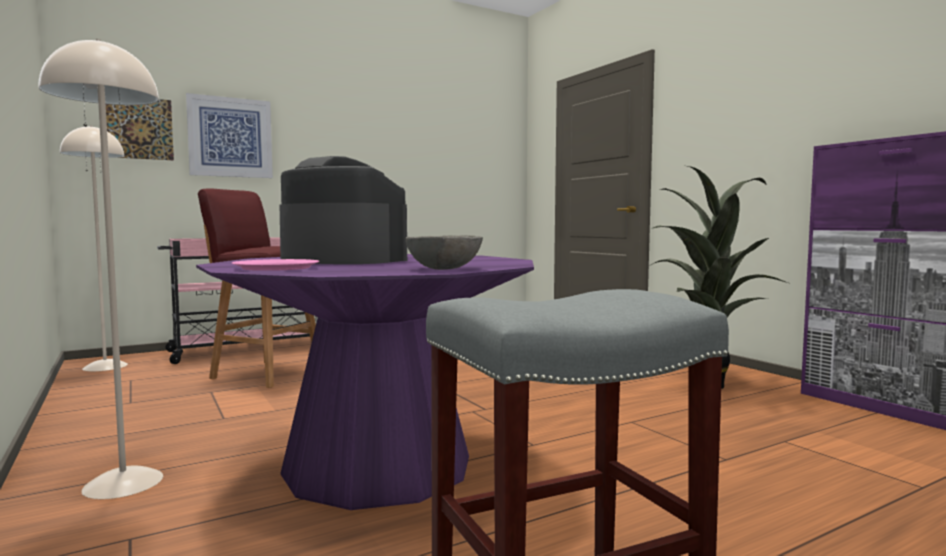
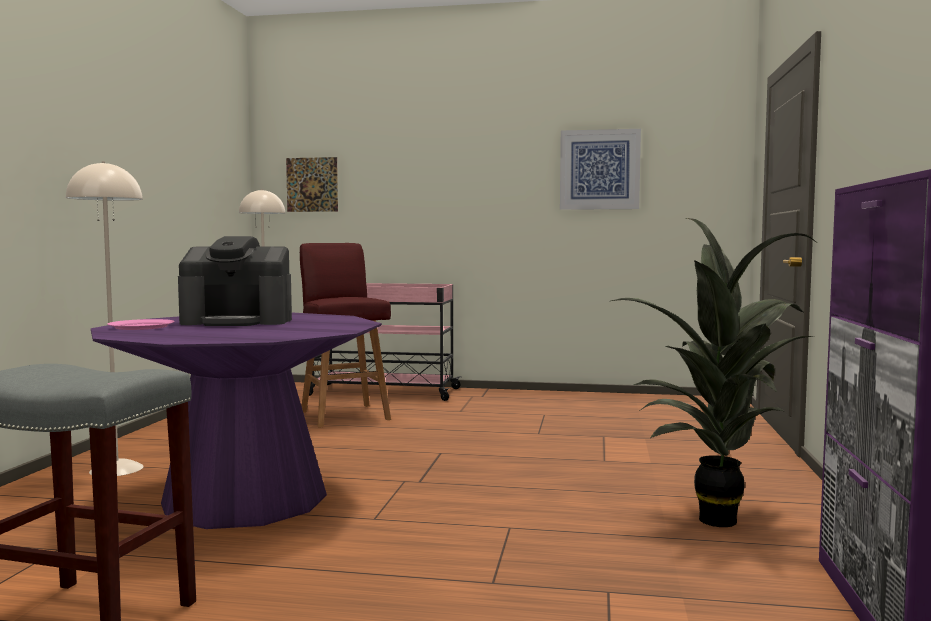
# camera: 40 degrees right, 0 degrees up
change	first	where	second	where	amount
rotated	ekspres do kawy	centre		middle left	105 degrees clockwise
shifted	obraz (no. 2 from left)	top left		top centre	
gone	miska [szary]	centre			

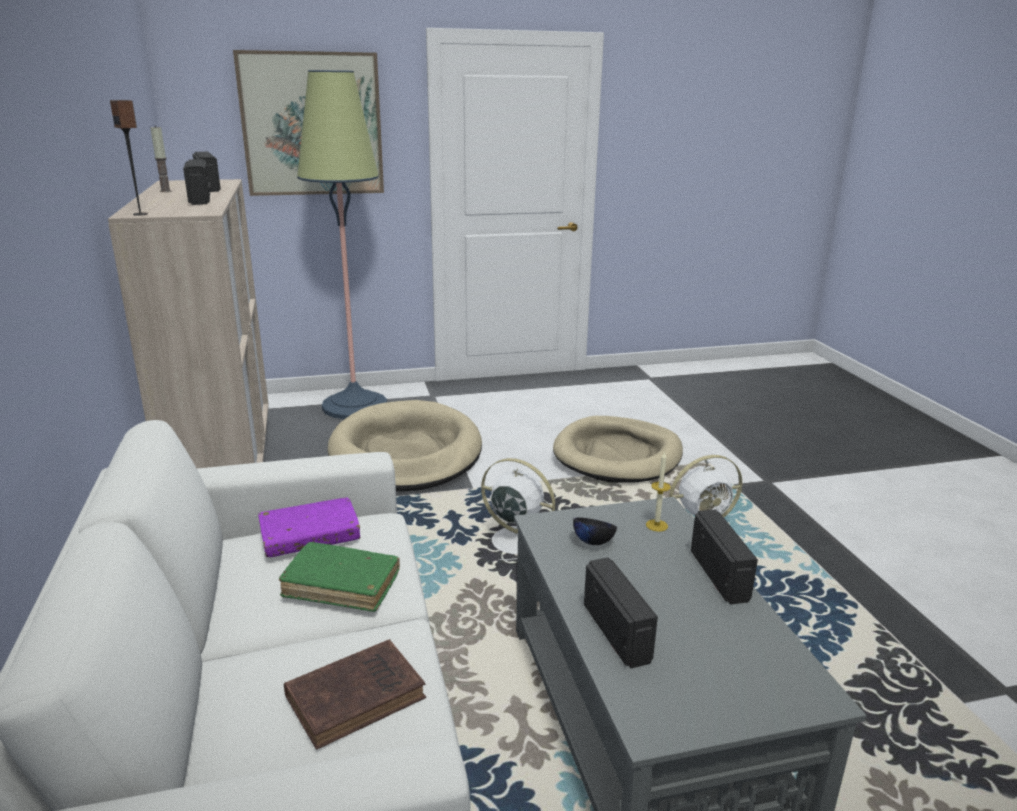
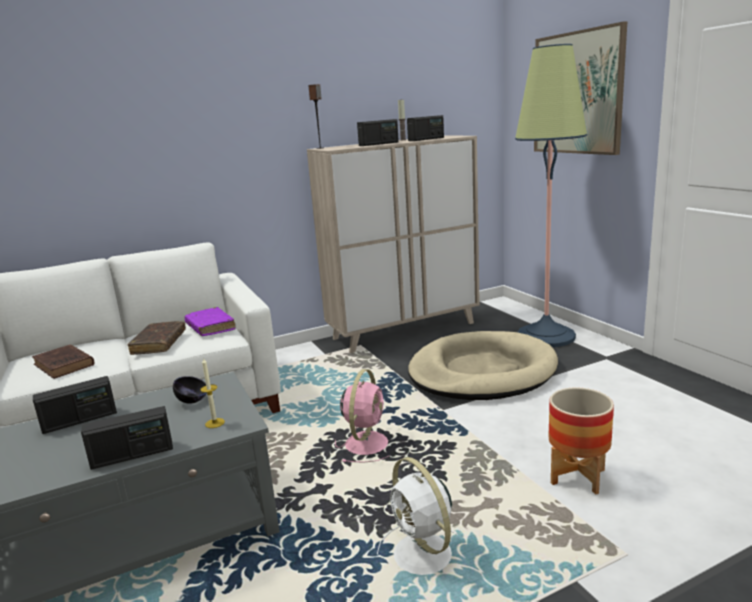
# camera: 80 degrees right, 5 degrees down
change	first	where	second	where	amount
repainted	książka [zielony]	bottom centre	książka [brązowy] (no. 2 from left)	middle left	
repainted	wentylator [biały] (no. 1 from left)	centre	wentylator [różowy]	bottom centre	
swapped	legowisko [beżowy] (no. 2 from left)	centre	donica	bottom right	

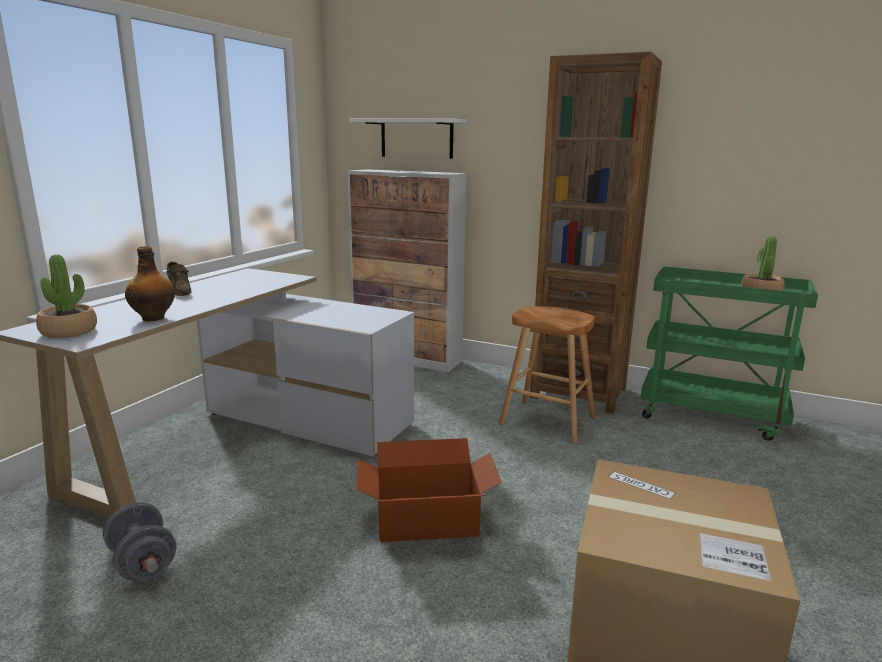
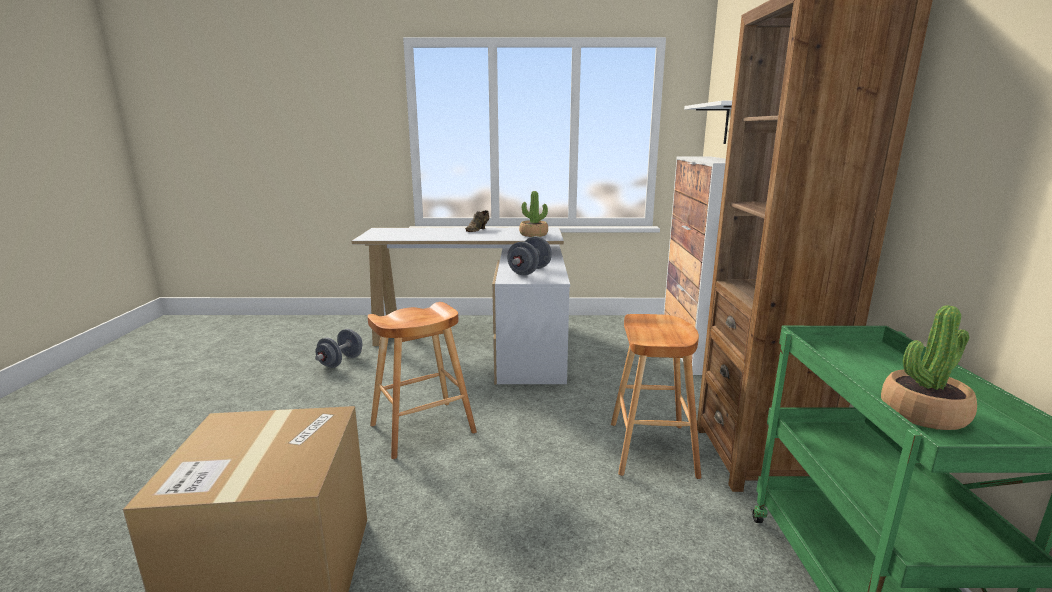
# camera: 65 degrees right, 0 degrees up
change	first	where	second	where	amount
swapped	karton (no. 1 from left)	bottom centre	stołek [brązowy] (no. 1 from left)	centre	
new			hantel [szary] (no. 2 from left)	centre	
shifted	roślina doniczkowa (no. 1 from left)	middle left		centre	
gone	butelka	middle left			

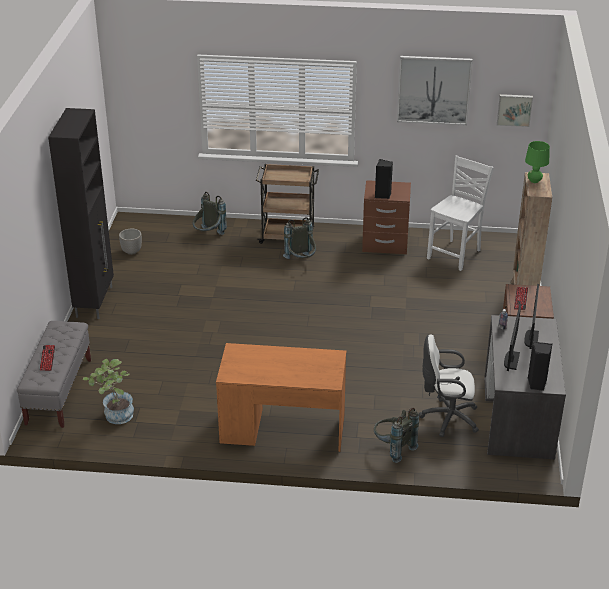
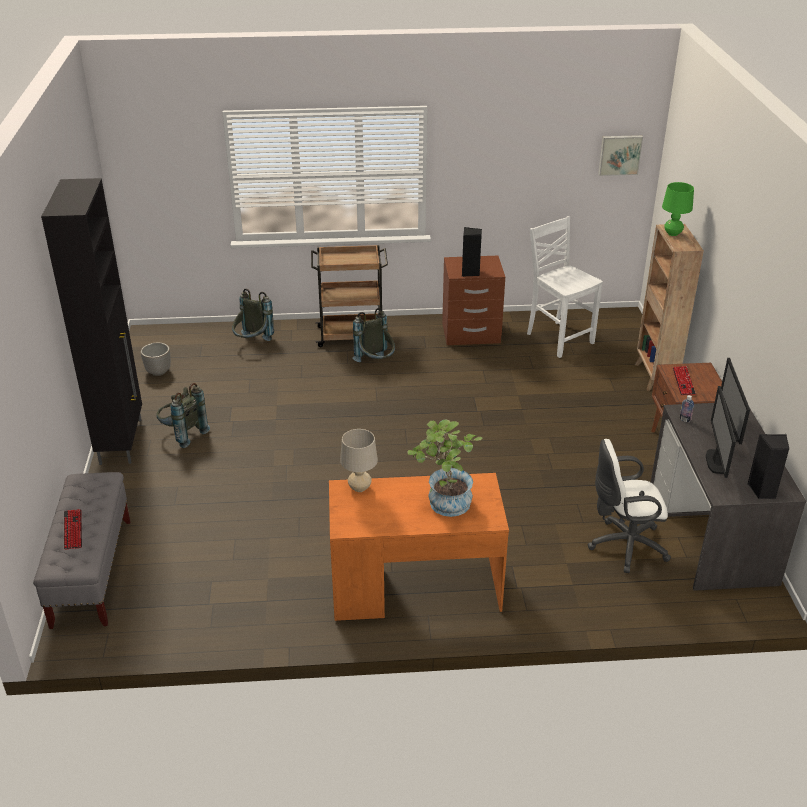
# camera: 10 degrees left, 0 degrees up
change	first	where	second	where	amount
shifted	plecak [szary] (no. 3 from left in the first image)	bottom centre	plecak [szary] (no. 1 from left)	middle left	
new			lampa stołowa [beżowy]	centre	
shifted	roślina doniczkowa	middle left		centre	
rotated	krzesło [biały]	middle right		middle right	60 degrees counterclockwise
gone	obraz (no. 1 from left)	top right			

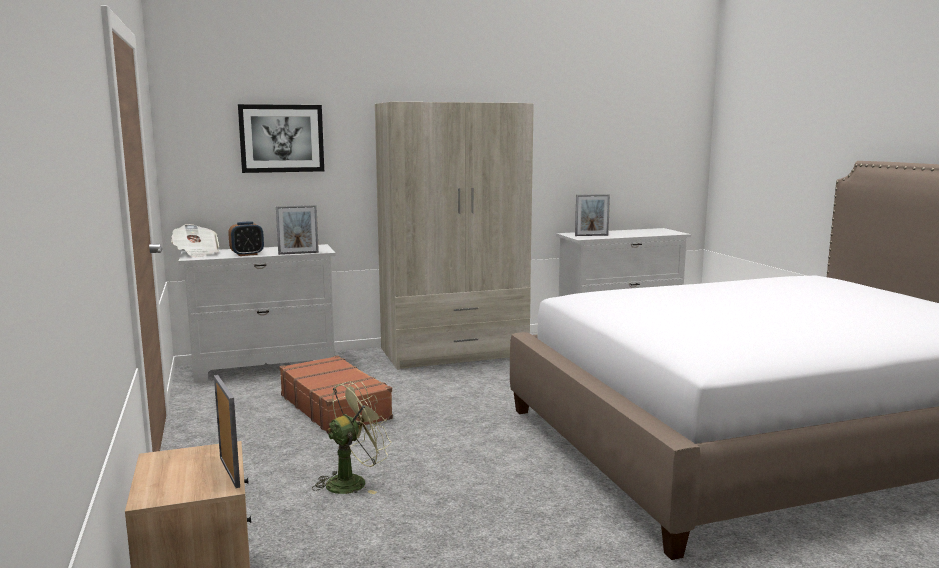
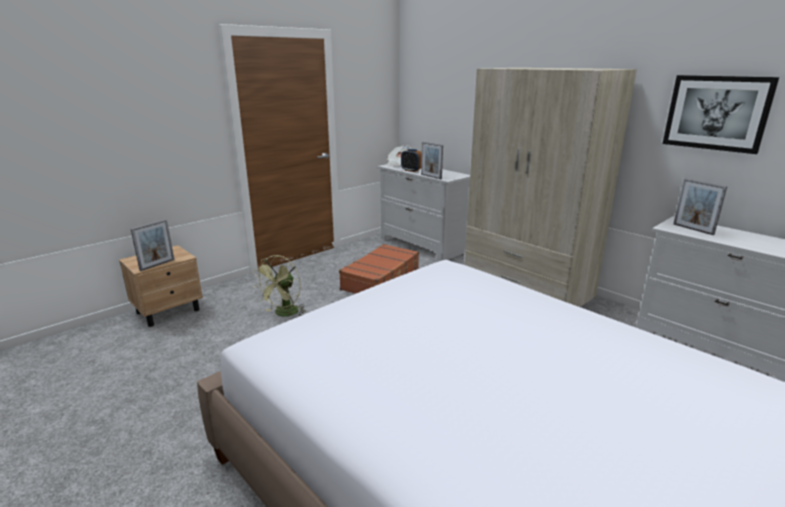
# camera: 65 degrees right, 10 degrees up
change	first	where	second	where	amount
rotated	wentylator [zielony]	bottom centre		centre	90 degrees clockwise
shifted	obraz	top left		top right	

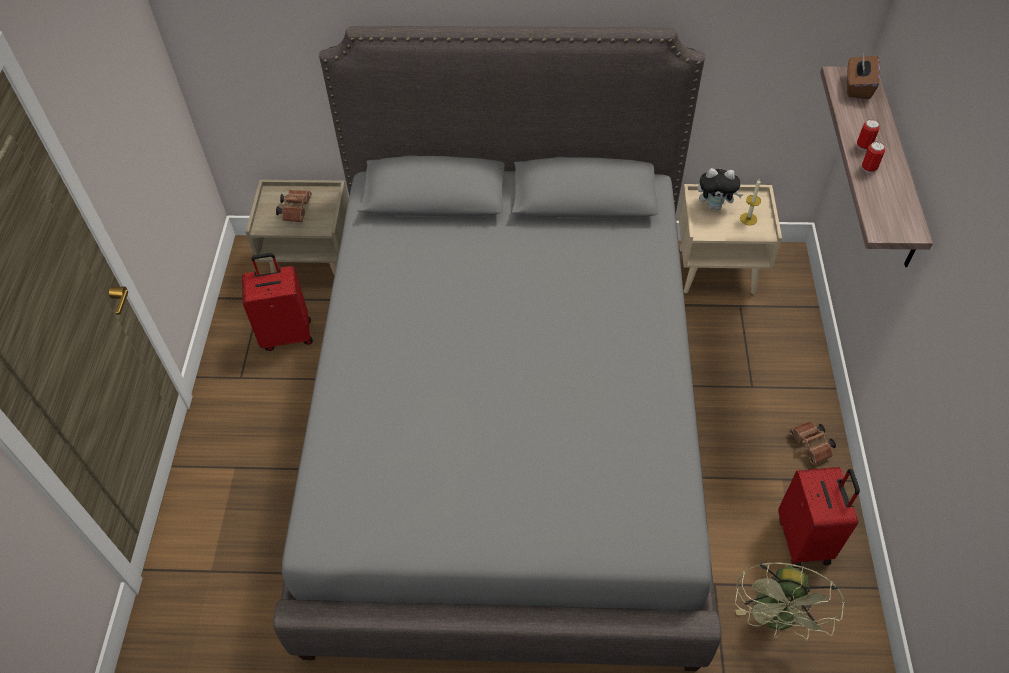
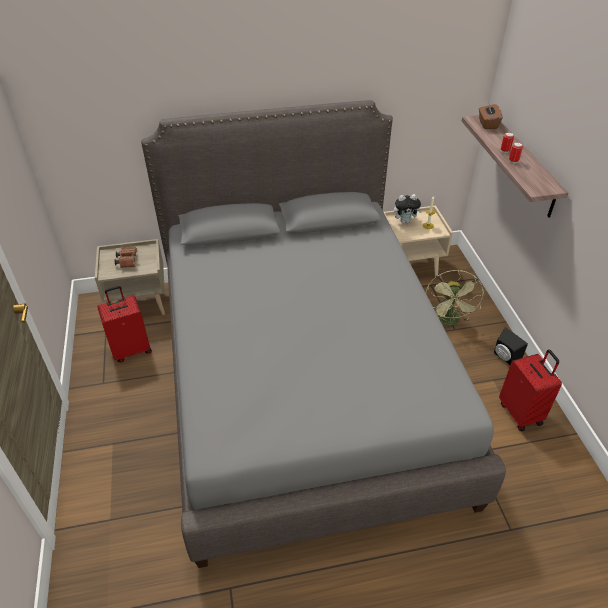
# camera: 15 degrees left, 10 degrees down
change	first	where	second	where	amount
shifted	wentylator [zielony]	bottom right		middle right	
swapped	lornetka [brązowy] (no. 2 from left)	middle right	głośnik [czarny]	middle right	

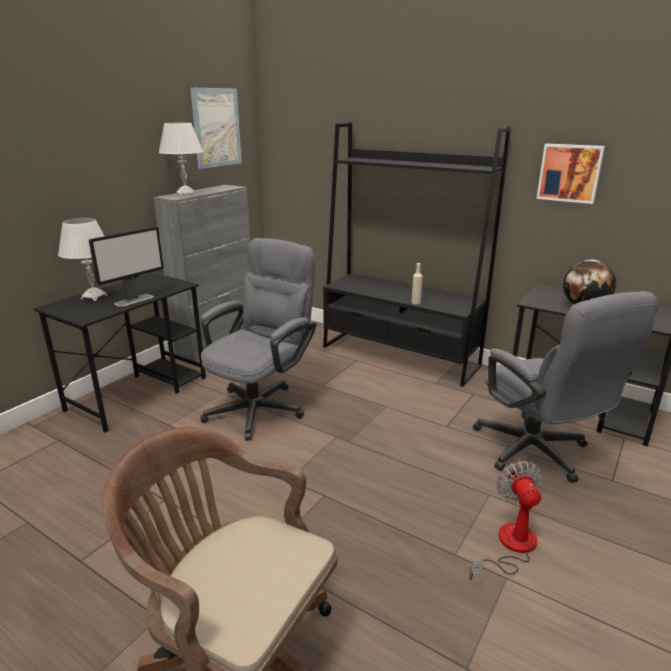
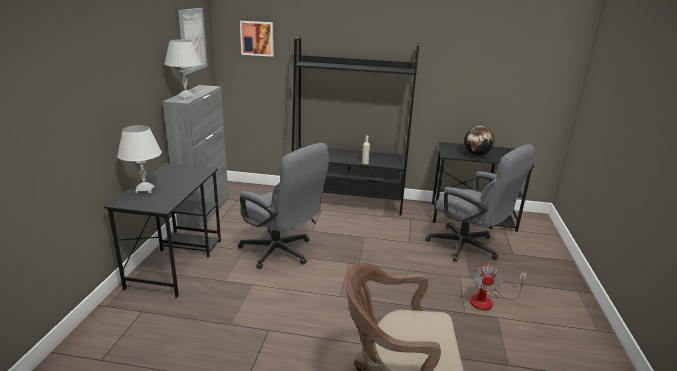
# camera: 25 degrees left, 0 degrees up
change	first	where	second	where	amount
rotated	krzesło biurowe [szary] (no. 1 from left)	centre		centre	120 degrees clockwise
shifted	obraz (no. 2 from left)	top right		top centre	
rotated	wentylator	bottom right		bottom right	135 degrees counterclockwise
gone	monitor	middle left			

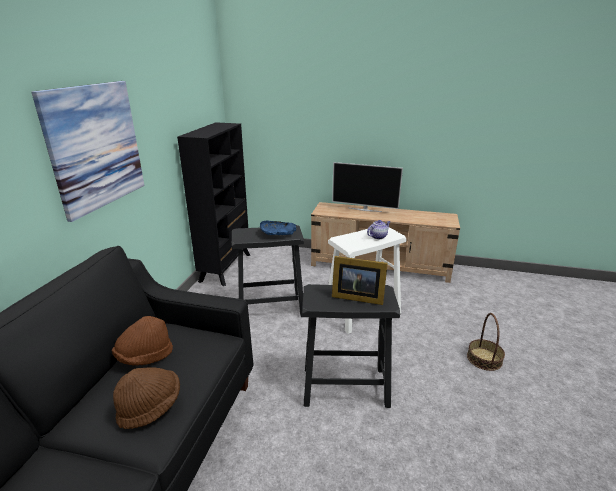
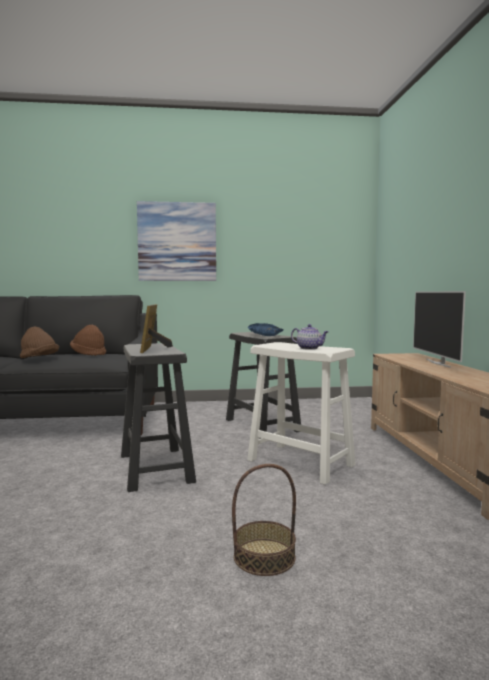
# camera: 70 degrees right, 20 degrees down
change	first	where	second	where	amount
gone	regał [czarny]	centre			

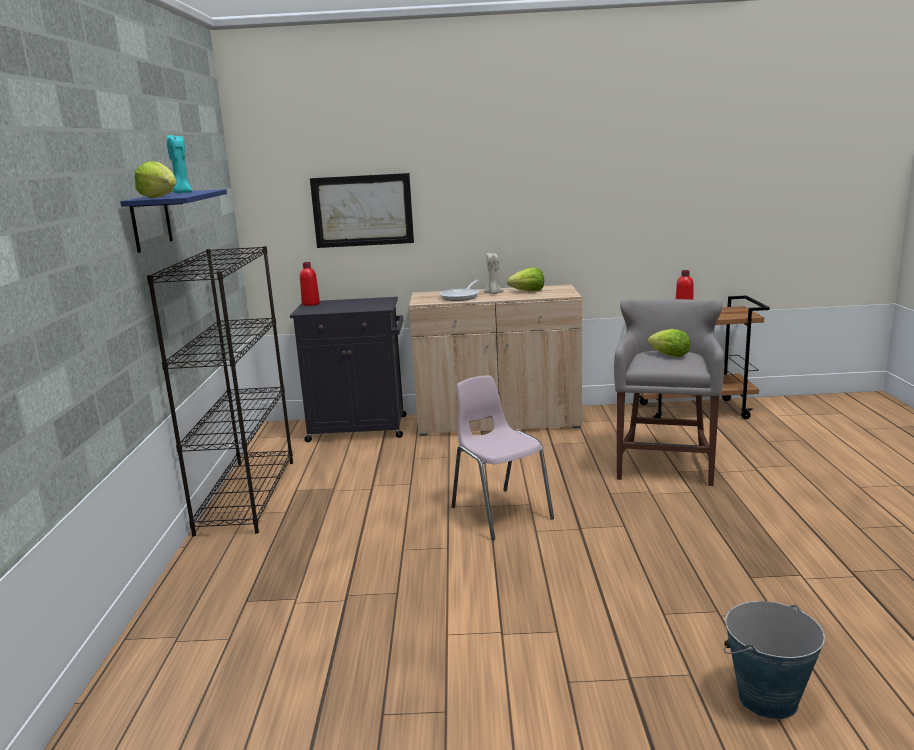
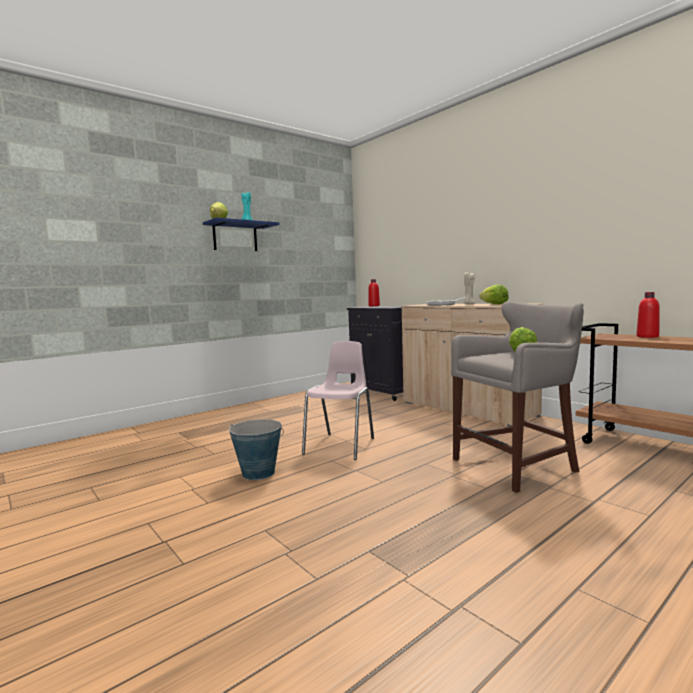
# camera: 50 degrees right, 10 degrees down
change	first	where	second	where	amount
shifted	wiadro	bottom right		centre	
gone	regał [czarny]	middle left			
gone	obraz	top centre			

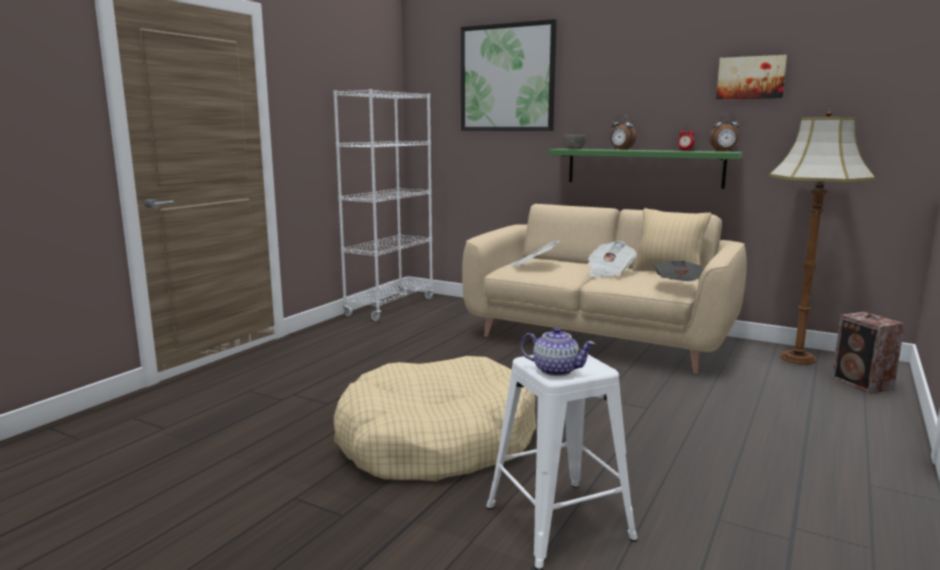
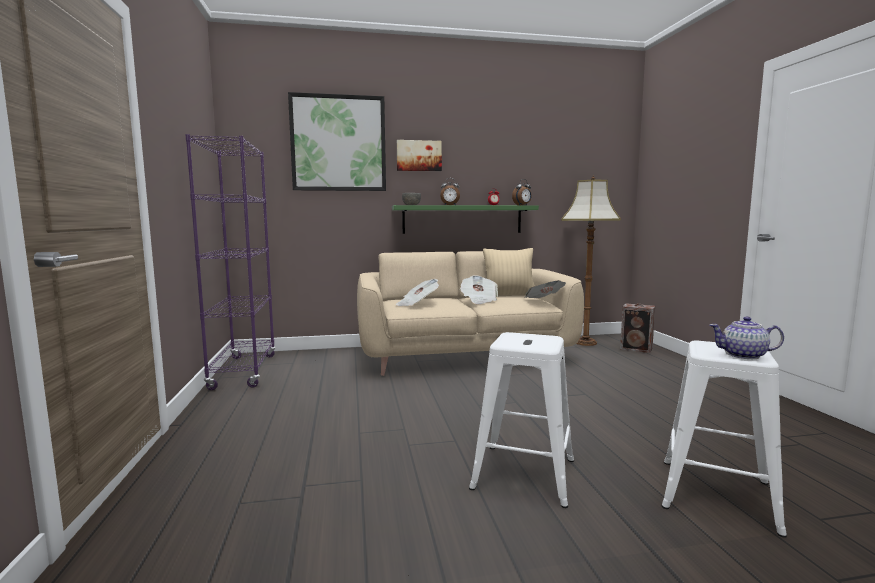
# camera: 40 degrees left, 5 degrees down
change	first	where	second	where	amount
repainted	regał [biały]	centre	regał [fioletowy]	middle left	
shifted	obraz (no. 2 from left)	top right		top centre	
swapped	legowisko [beżowy]	bottom centre	stołek [biały] (no. 1 from left)	bottom centre	
rotated	imbryk	centre		middle right	150 degrees counterclockwise

